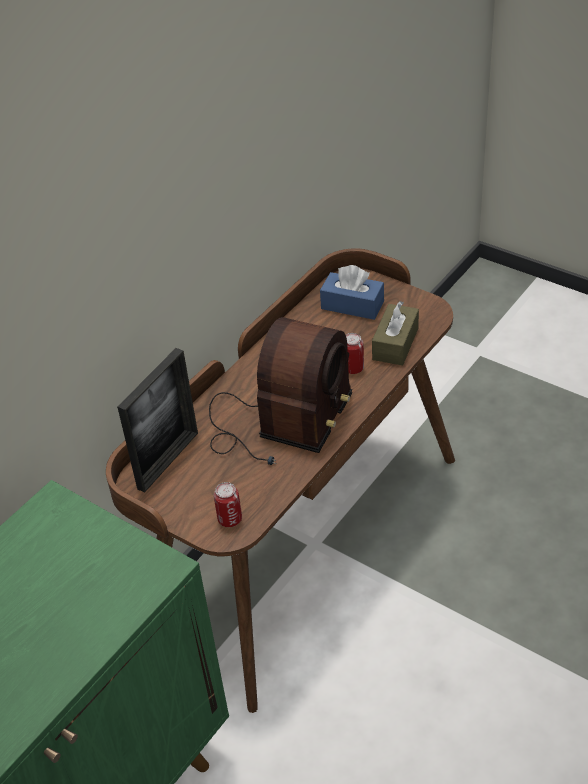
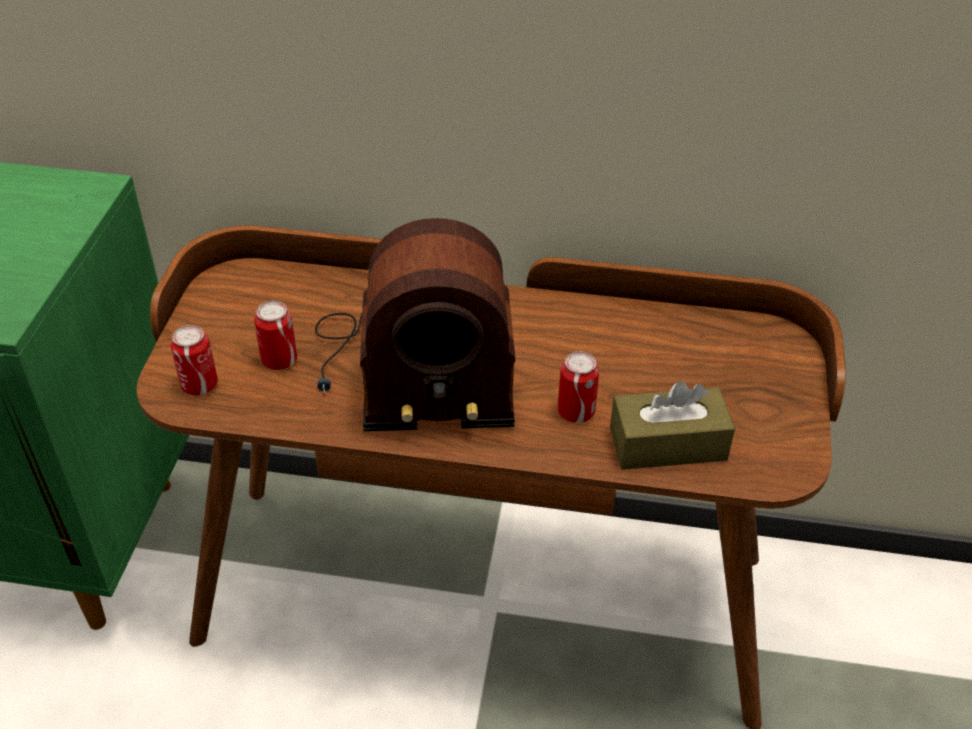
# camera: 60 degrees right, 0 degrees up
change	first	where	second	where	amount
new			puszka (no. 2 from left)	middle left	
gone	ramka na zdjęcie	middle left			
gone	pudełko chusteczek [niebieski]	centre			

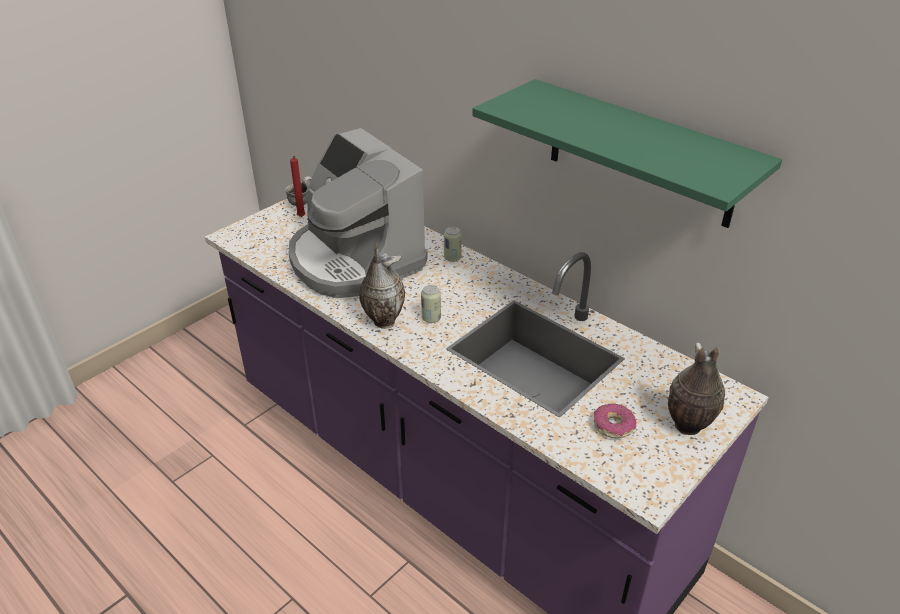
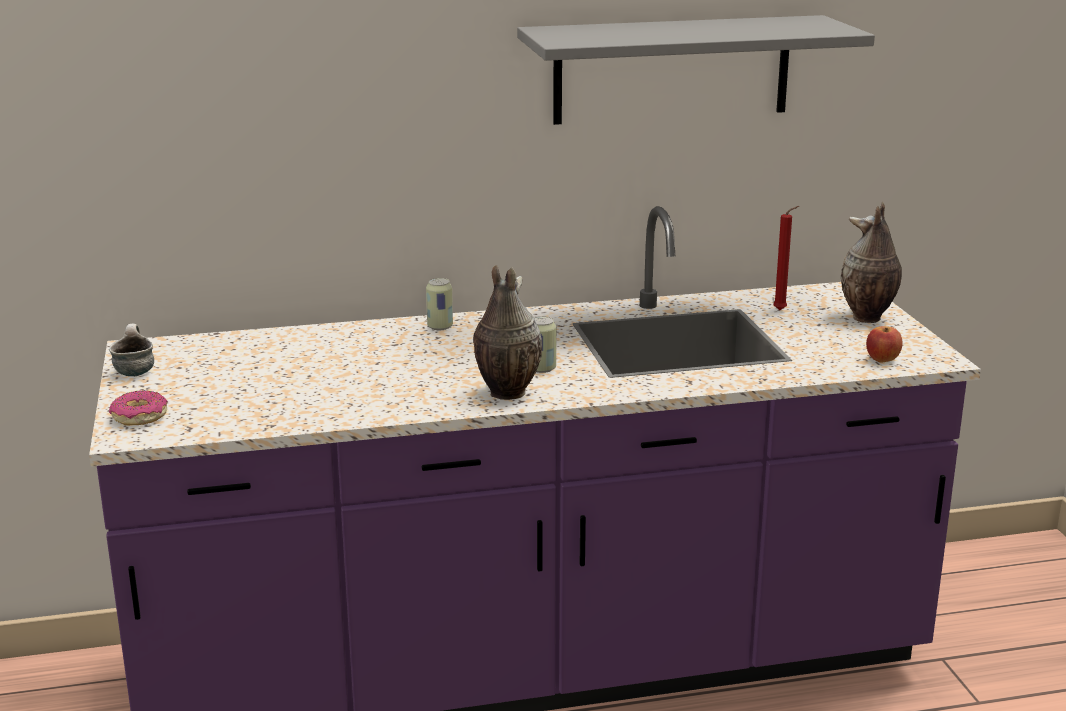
# camera: 55 degrees left, 15 degrees down
change	first	where	second	where	amount
shifted	donut	bottom right		middle left	
repainted	półka [zielony]	top right	półka [szary]	top centre	
shifted	świeca [czerwony]	top left		middle right	
new			jabłko	middle right	
gone	ekspres do kawy	centre			

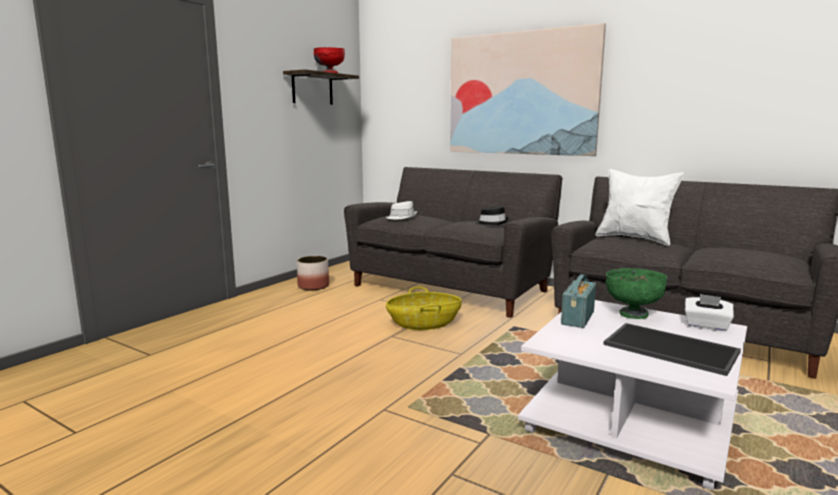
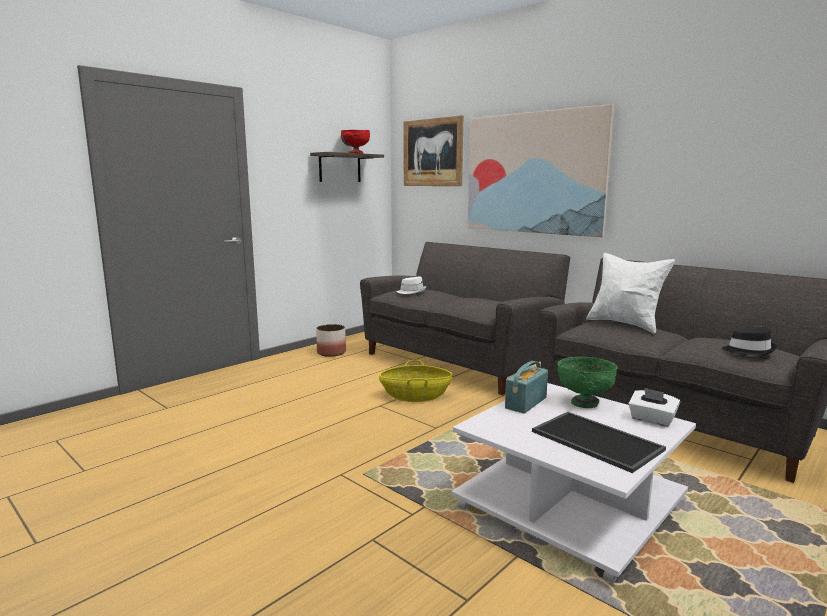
# camera: 10 degrees right, 0 degrees up
change	first	where	second	where	amount
new			obraz (no. 1 from left)	top centre	
shifted	kapelusz [czarny]	centre		middle right	

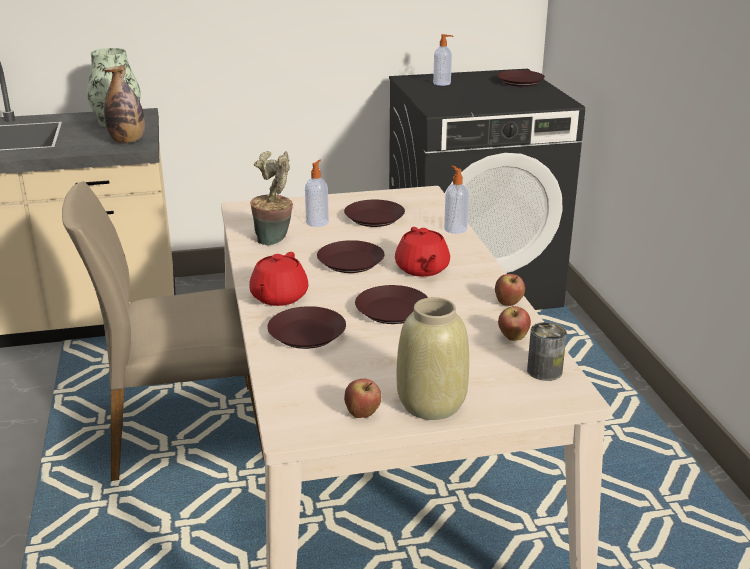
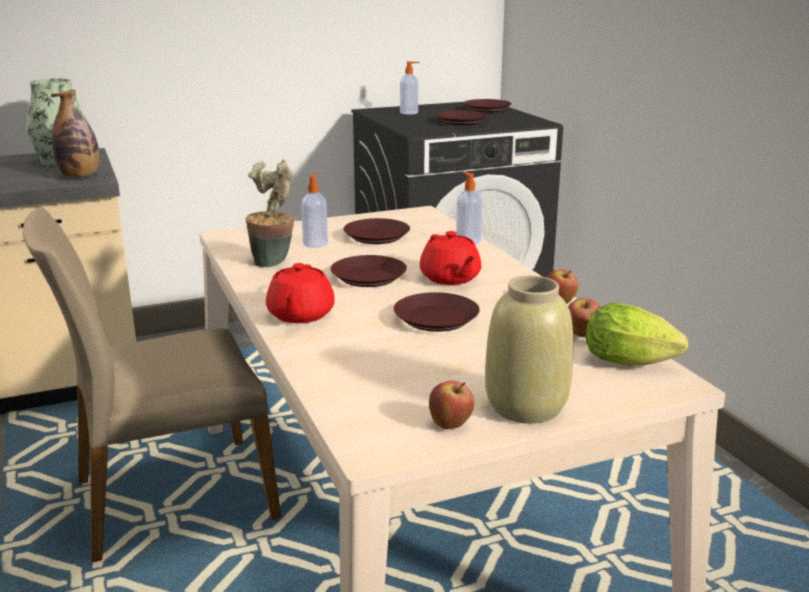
# camera: 10 degrees left, 5 degrees down
change	first	where	second	where	amount
shifted	talerz [brązowy] (no. 1 from left in the first image)	centre	talerz [brązowy] (no. 4 from left)	top centre	
swapped	puszka	middle right	sałata	middle right	

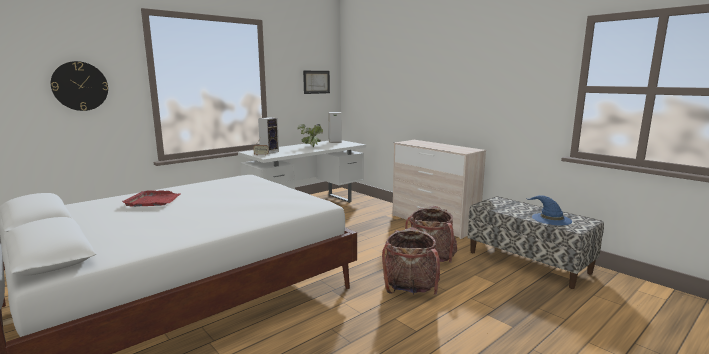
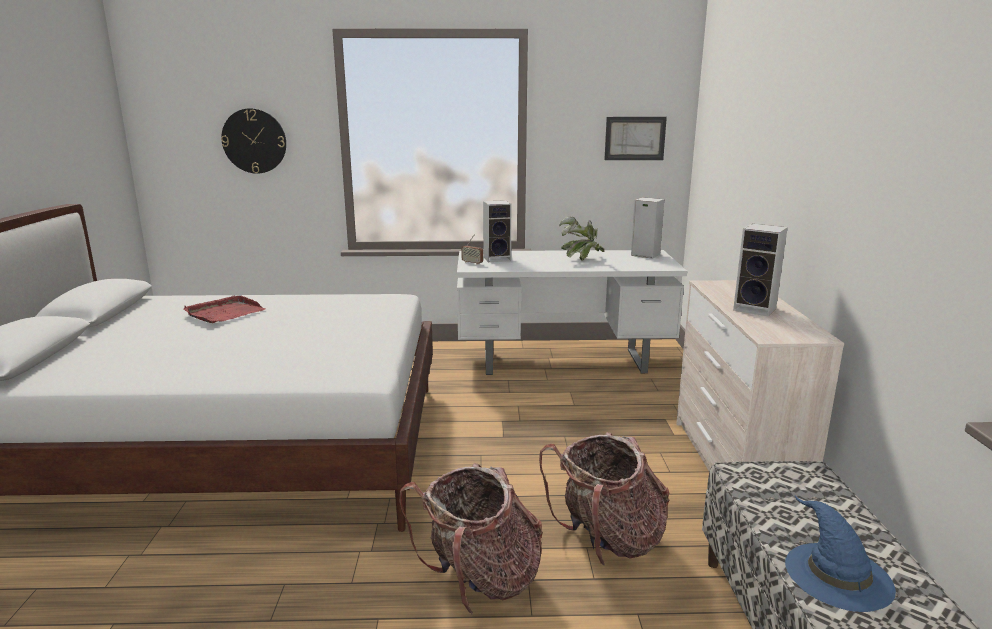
# camera: 40 degrees right, 5 degrees up
change	first	where	second	where	amount
new			głośnik (no. 3 from left)	middle right	

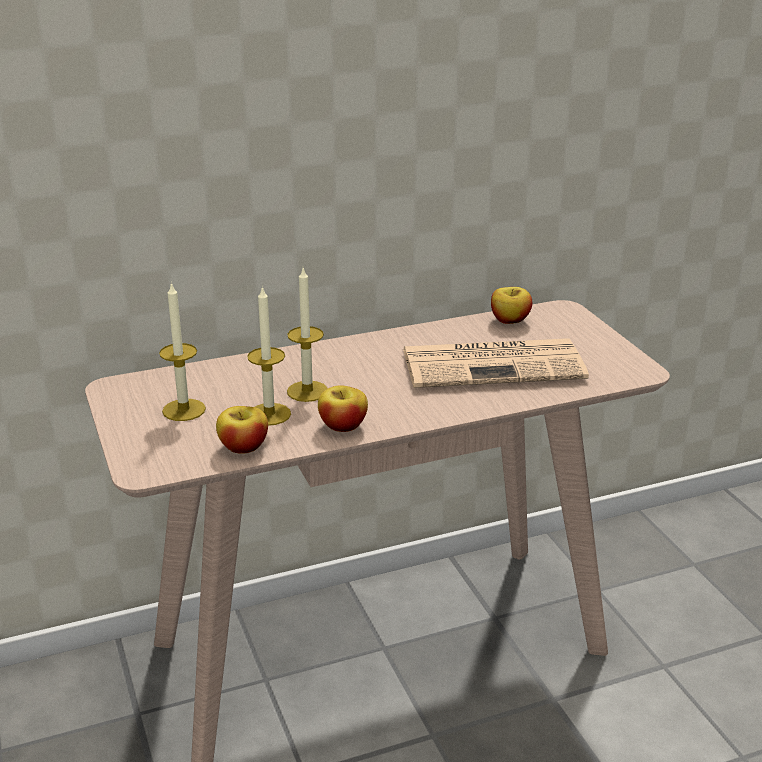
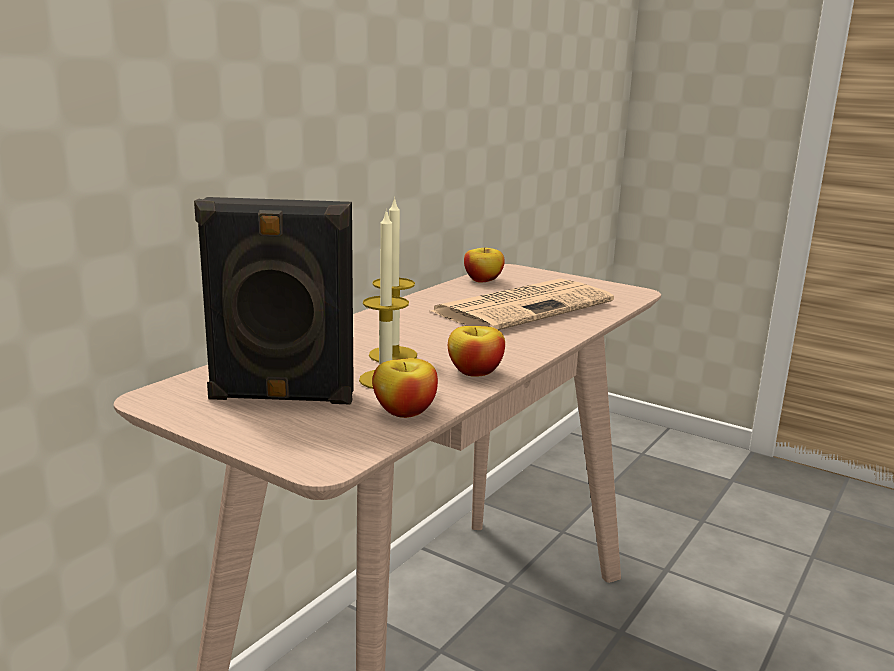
# camera: 35 degrees left, 10 degrees down
change	first	where	second	where	amount
swapped	świeca (no. 1 from left)	middle left	głośnik [czarny]	middle left	

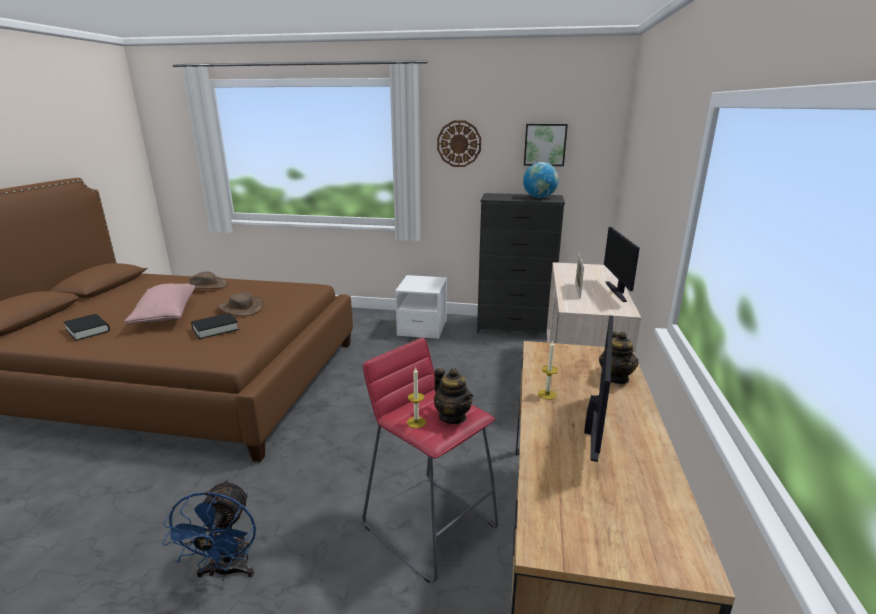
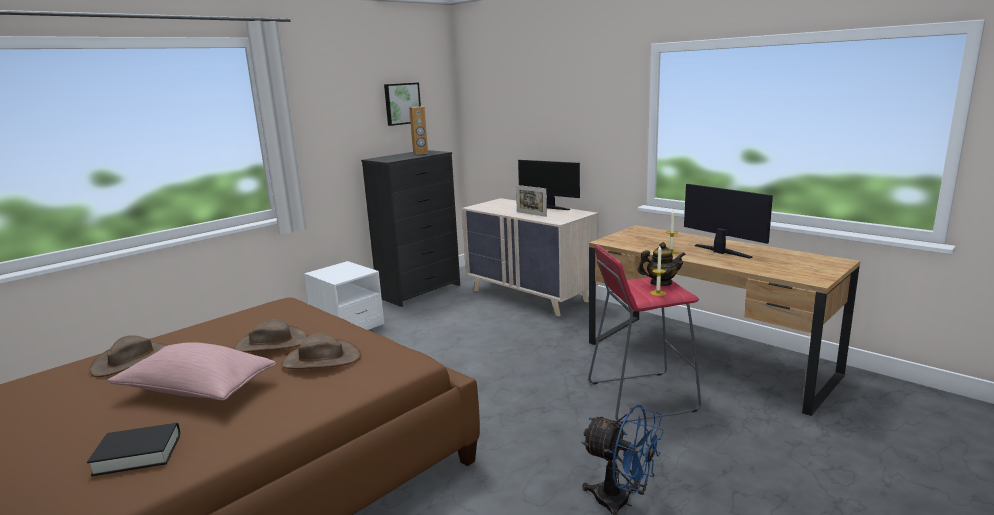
# camera: 55 degrees left, 5 degrees down
change	first	where	second	where	amount
swapped	książka [czarny] (no. 2 from left)	middle left	kapelusz [brązowy] (no. 3 from left)	bottom left	
swapped	globus	top centre	głośnik [brązowy]	top centre	
gone	zegar ścienny	top centre			
gone	imbryk (no. 2 from left)	middle right			

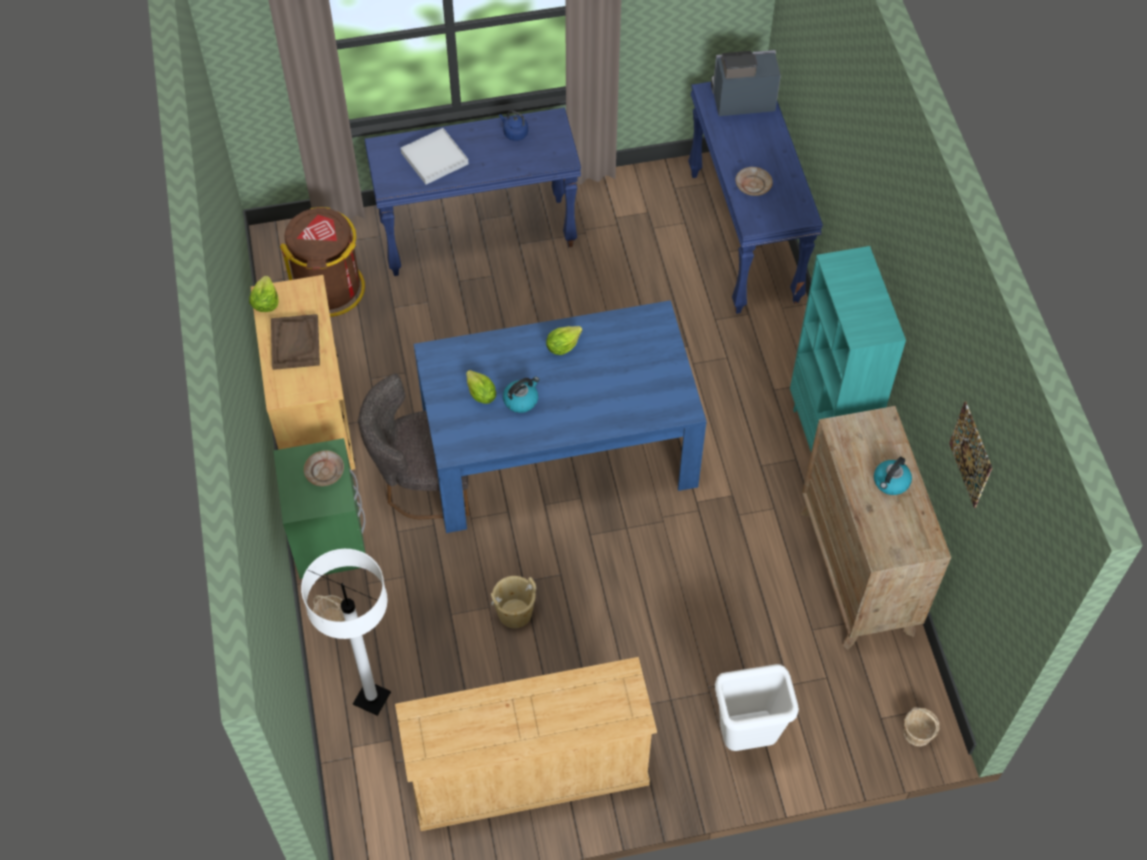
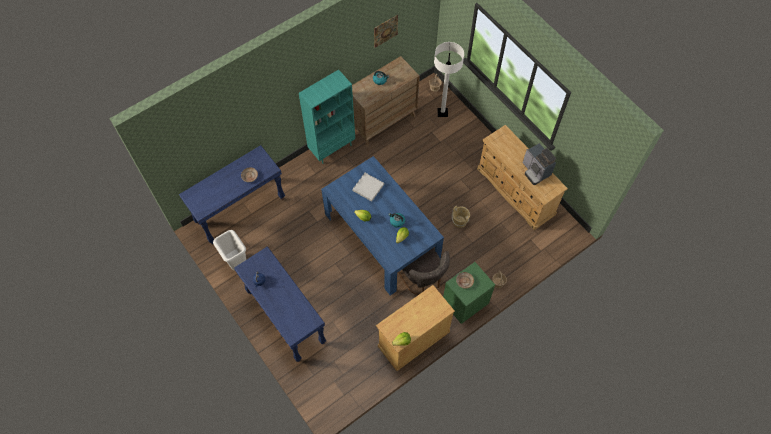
# camera: 115 degrees left, 5 degrees up
change	first	where	second	where	amount
shifted	kosz na śmieci [biały]	bottom centre		middle left	
shifted	taca [biały]	top centre		centre	
shifted	lampa stojąca [biały]	bottom left		top centre	
shifted	ekspres do kawy	top centre		middle right	
gone	taca [brązowy]	middle left			
gone	kosz na śmieci [brązowy]	top left			

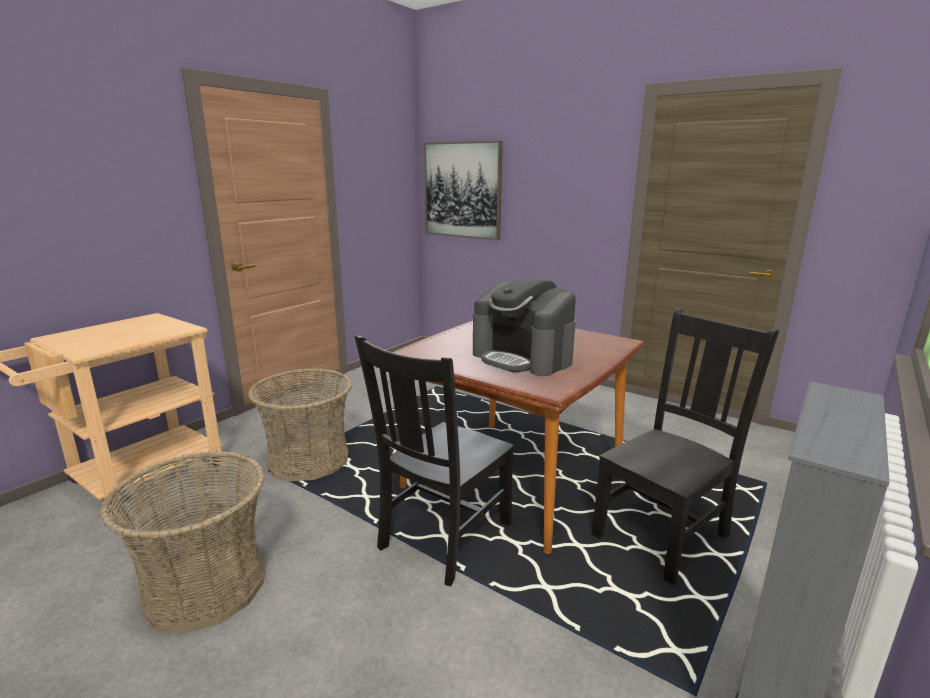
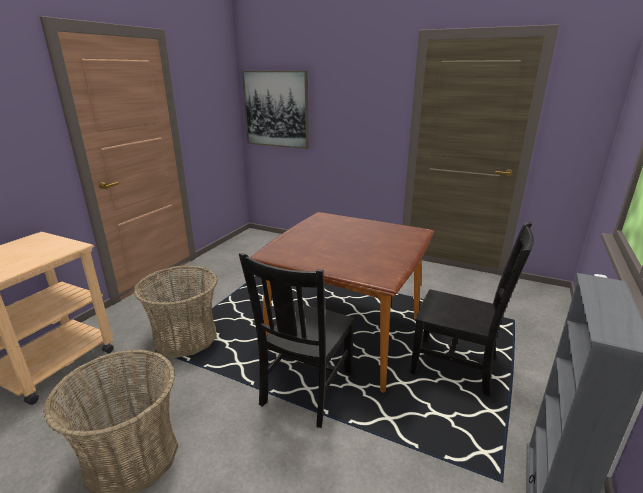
# camera: 10 degrees left, 5 degrees up
change	first	where	second	where	amount
rotated	krzesło [czarny] (no. 2 from left)	middle right		middle right	75 degrees clockwise
gone	ekspres do kawy	centre			

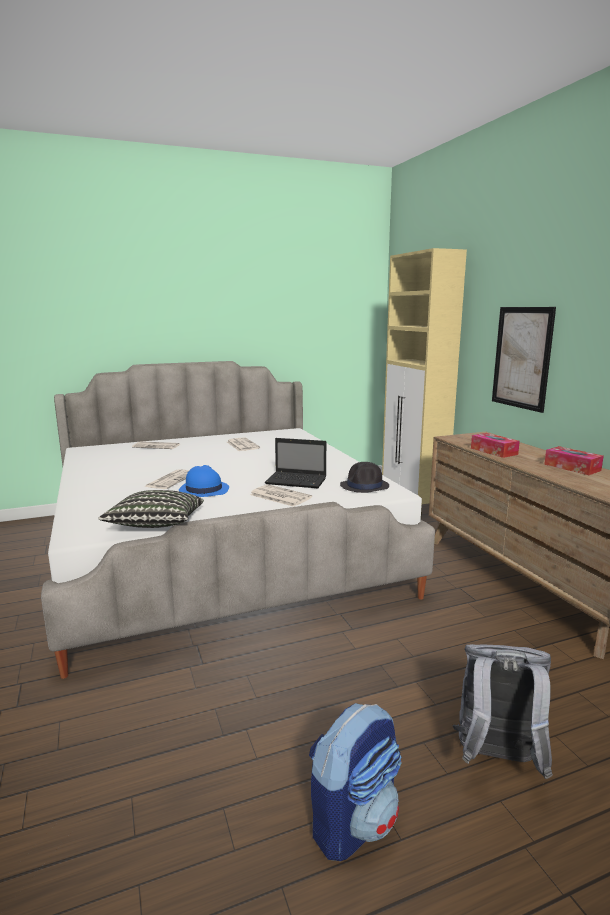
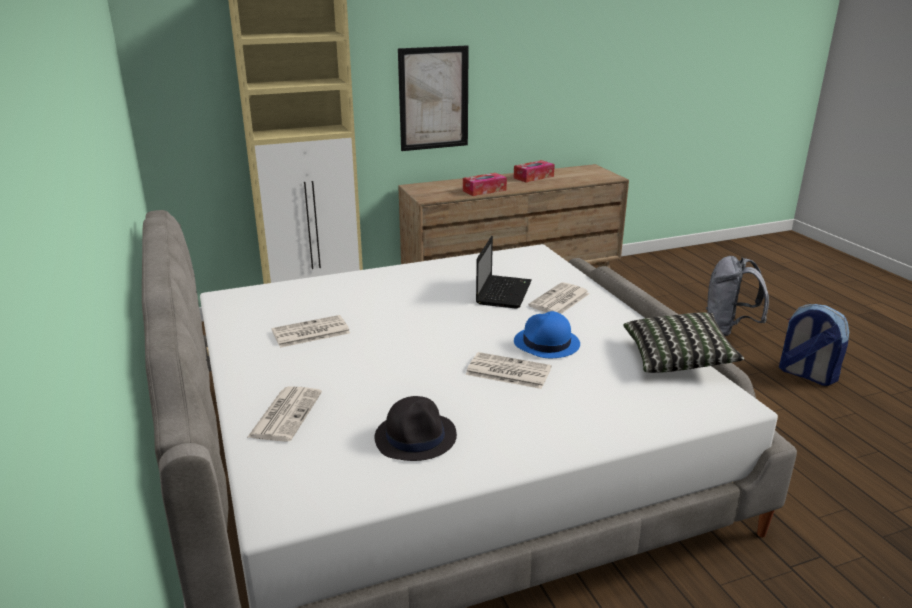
# camera: 90 degrees left, 10 degrees up
change	first	where	second	where	amount
shifted	kapelusz [czarny]	centre		bottom centre	

